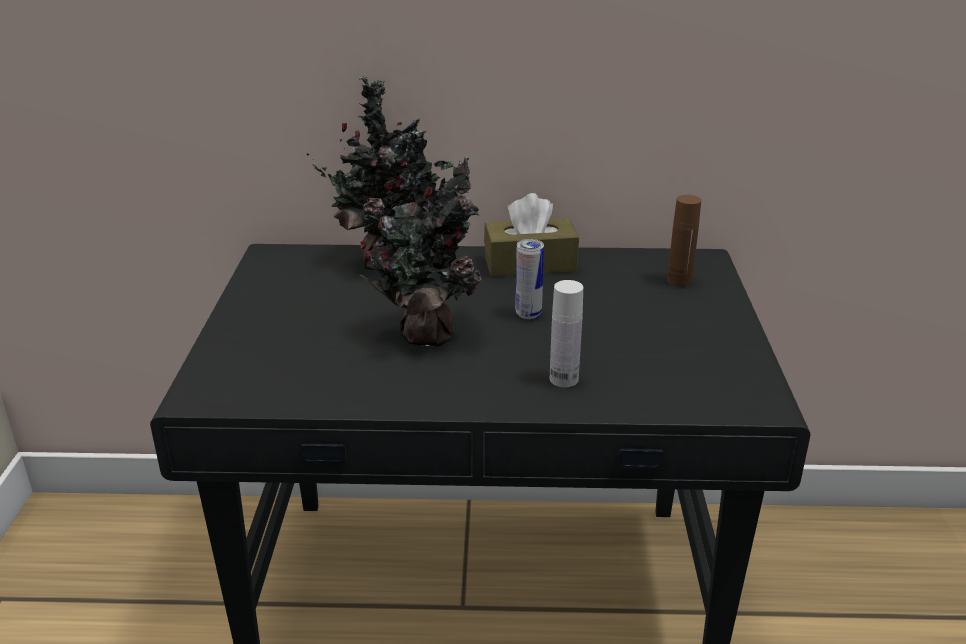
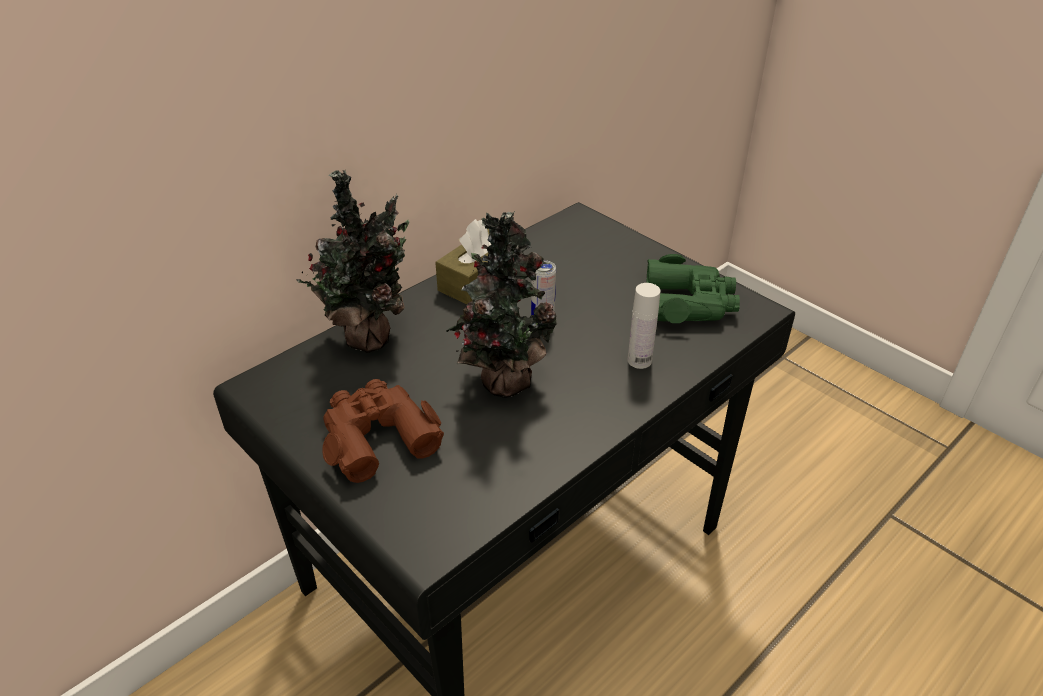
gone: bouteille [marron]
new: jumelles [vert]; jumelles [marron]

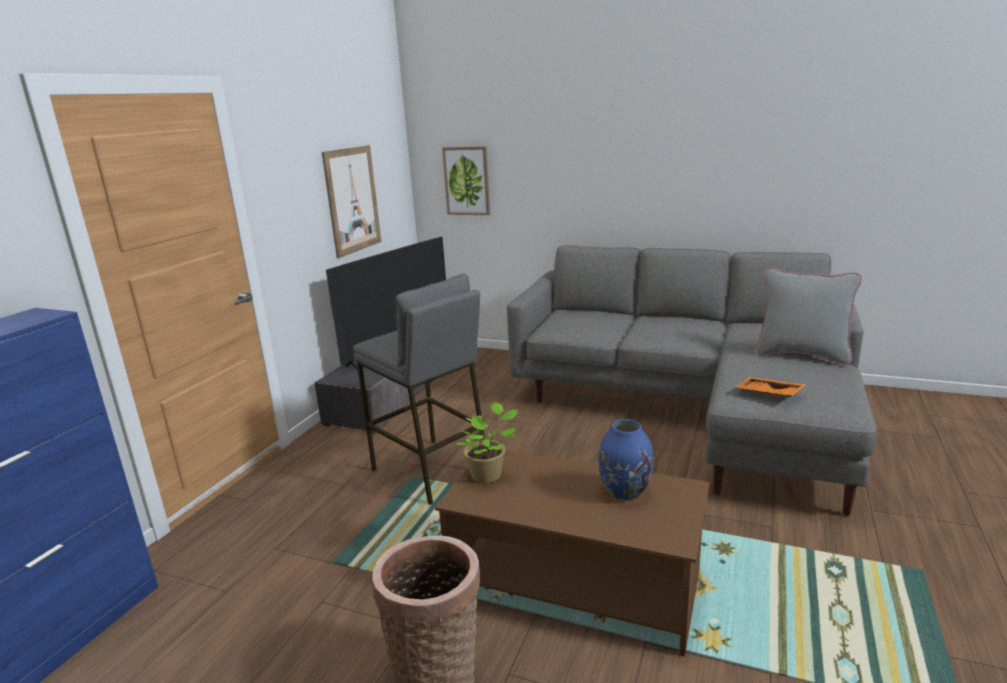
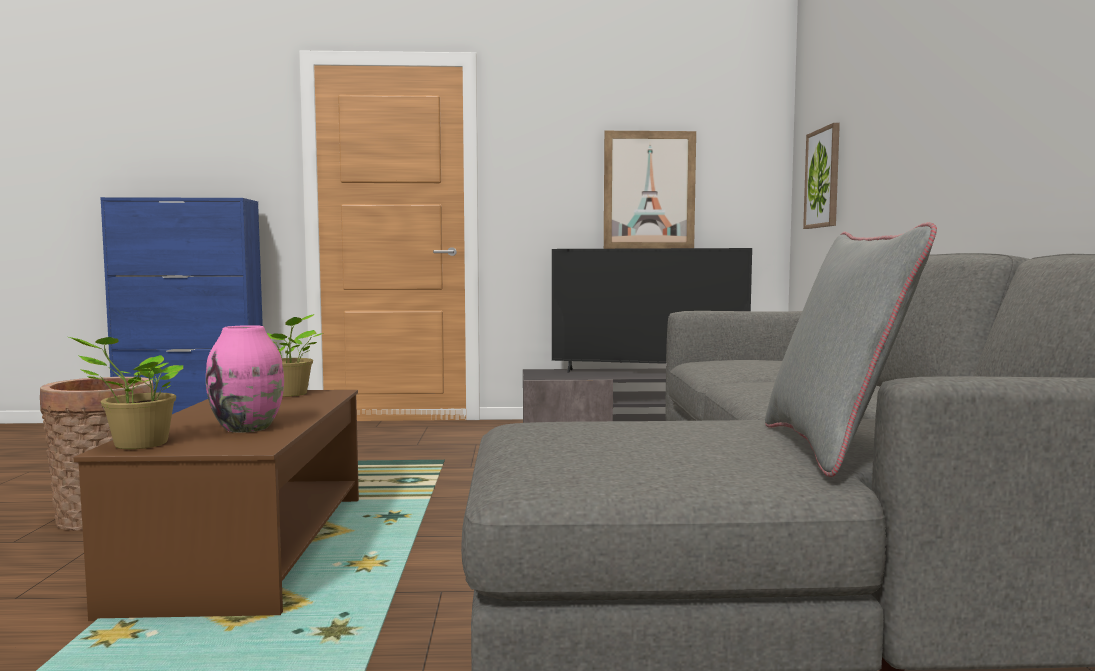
gone: tabouret [gris]; plateau [orange]
new: plante en pot (no. 1 from left)
repainted: vase [bleu] to vase [rose]

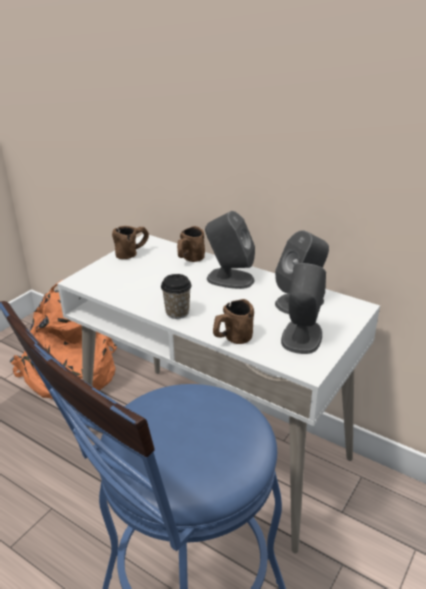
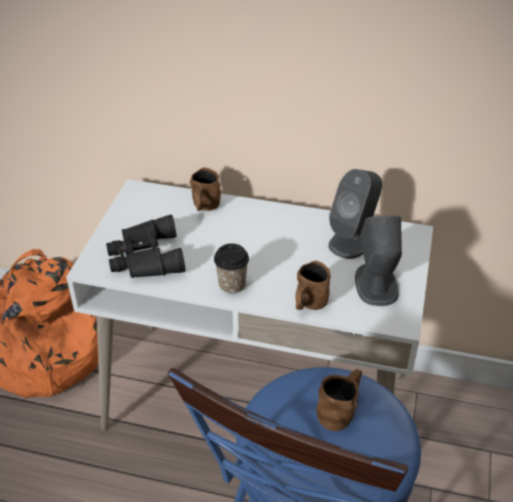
gone: enceinte [gris] (no. 1 from left)
new: jumelles [noir]
shifted: mug [marron] (no. 1 from left in the first image) to mug [marron] (no. 3 from left)

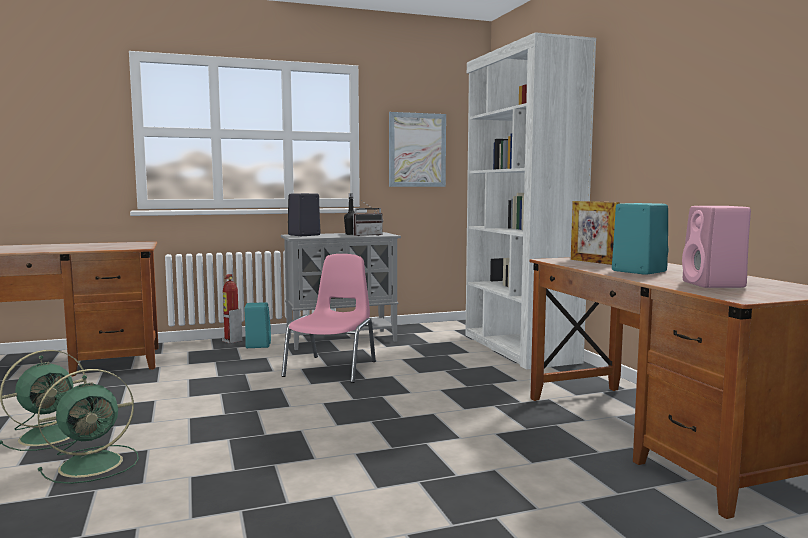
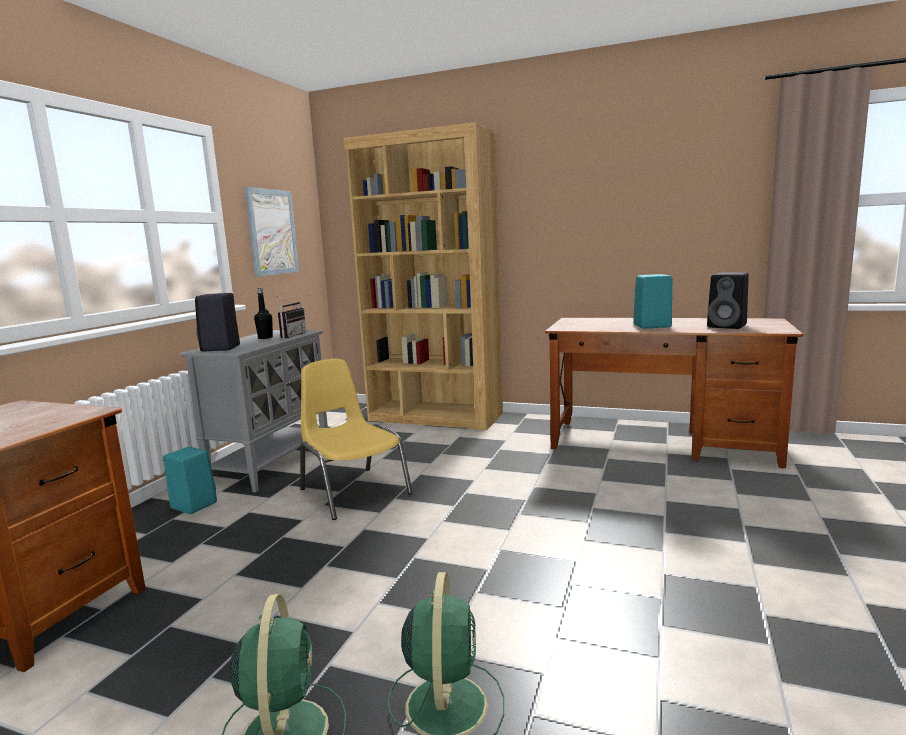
gone: cadre photo; extincteur
repainted: bibliothèque [blanc] to bibliothèque [marron]; enceinte [rose] to enceinte [noir] (no. 2 from left); chaise [rose] to chaise [jaune]

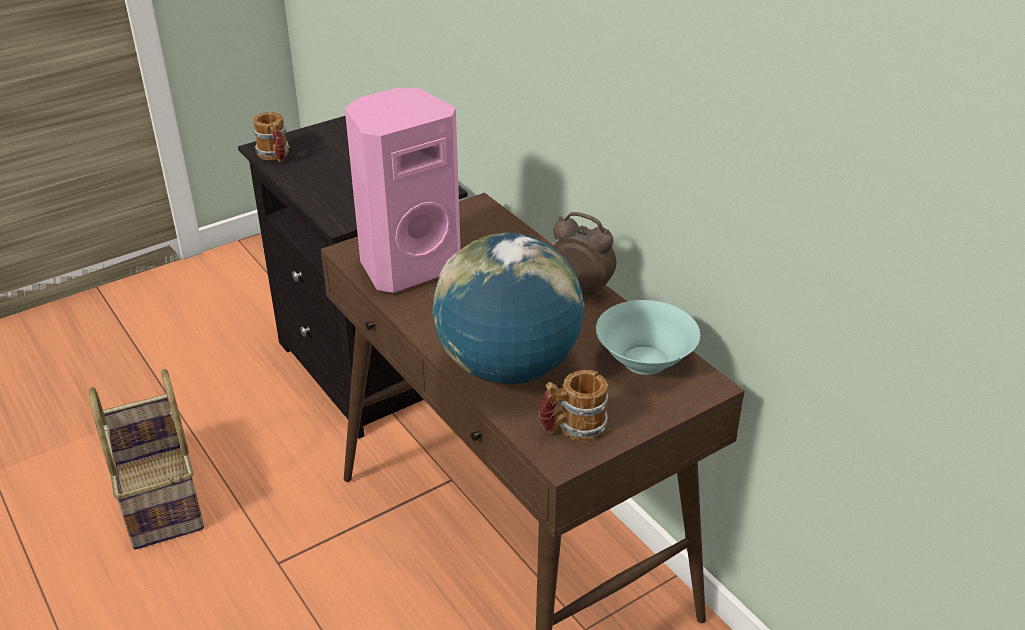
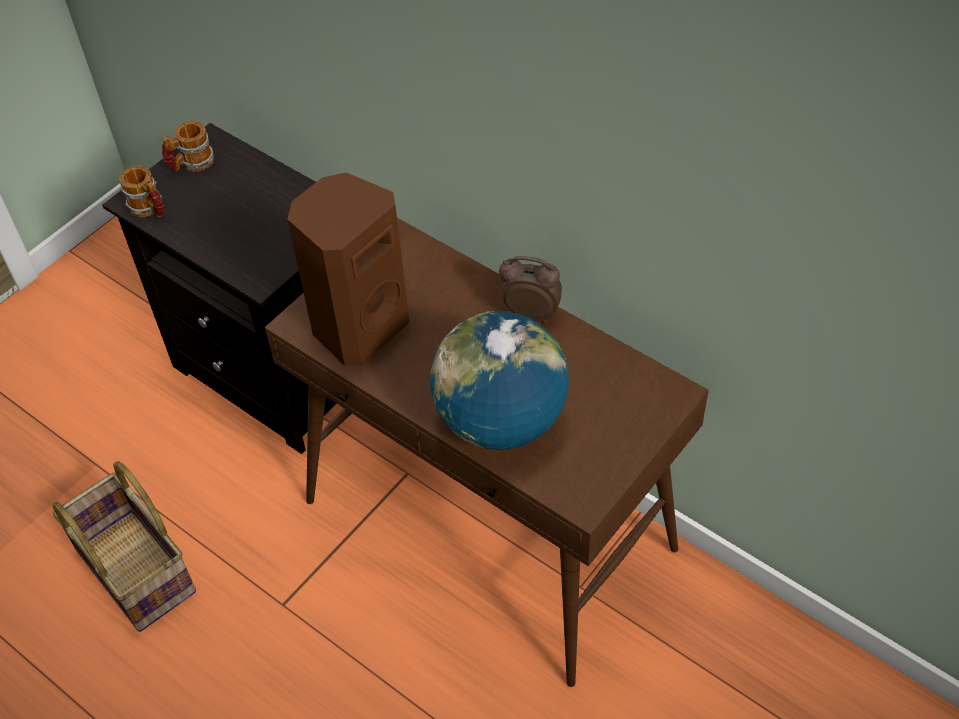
gone: bol [turquoise]
shifted: mug (no. 2 from left)
repainted: enceinte [rose] to enceinte [marron]

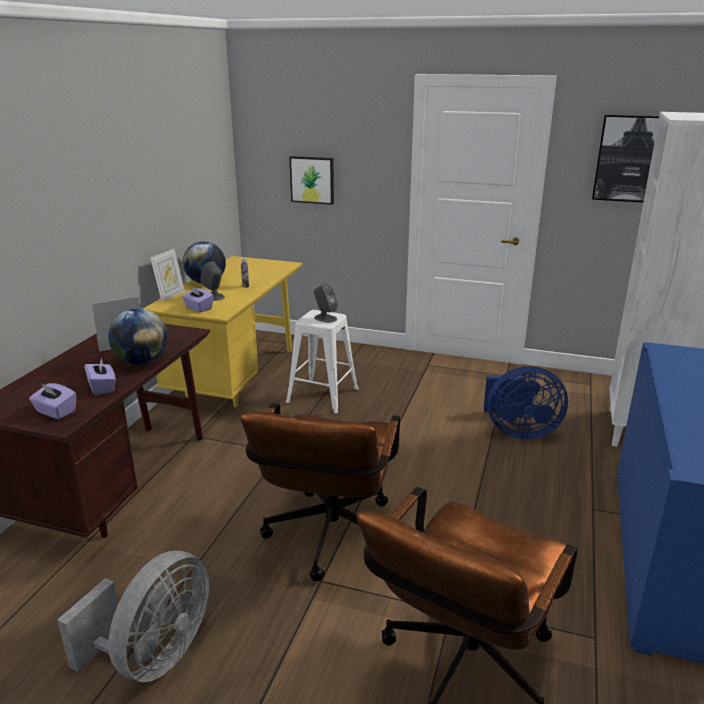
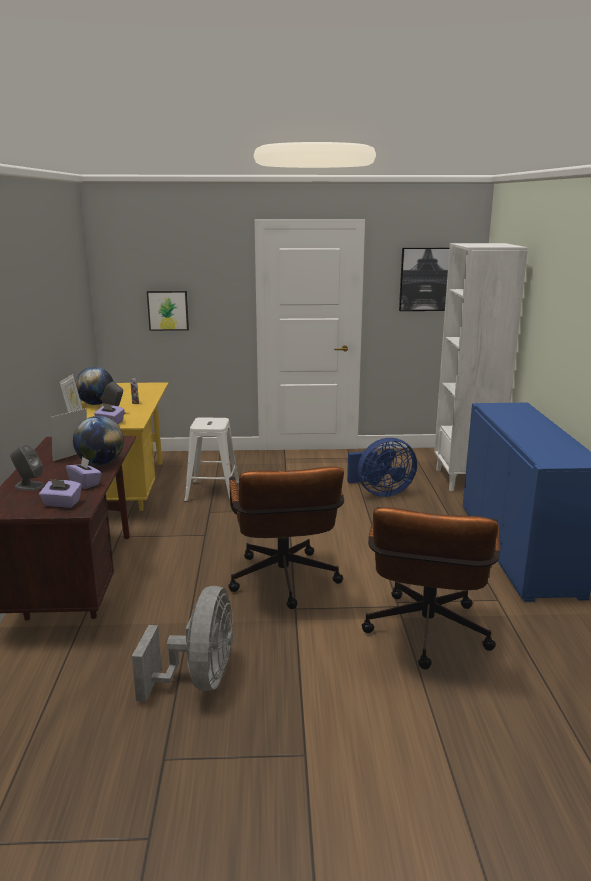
shifted: enceinte [gris] (no. 2 from left in the first image) to enceinte [gris] (no. 1 from left)

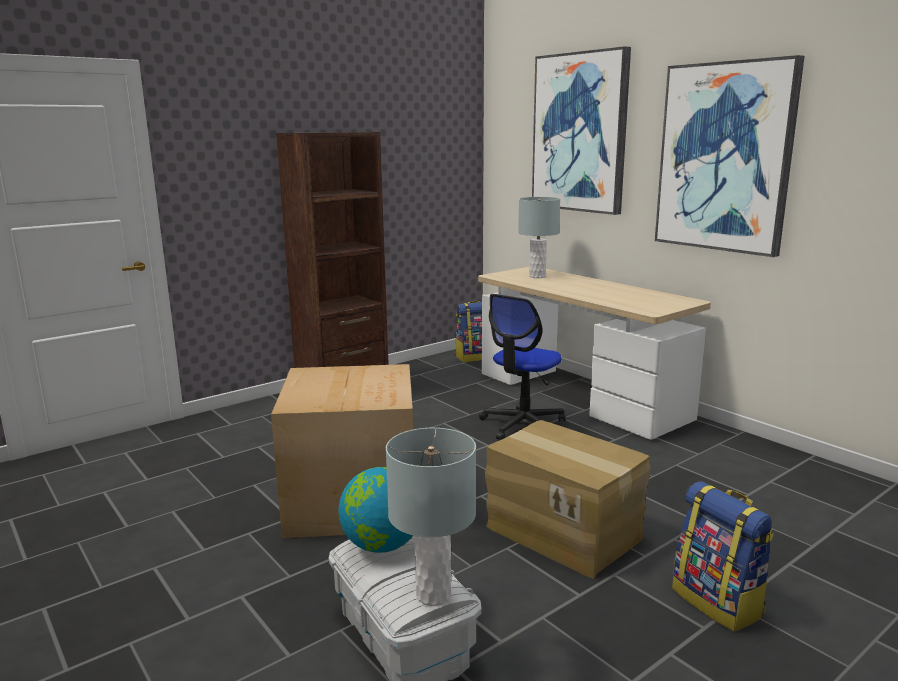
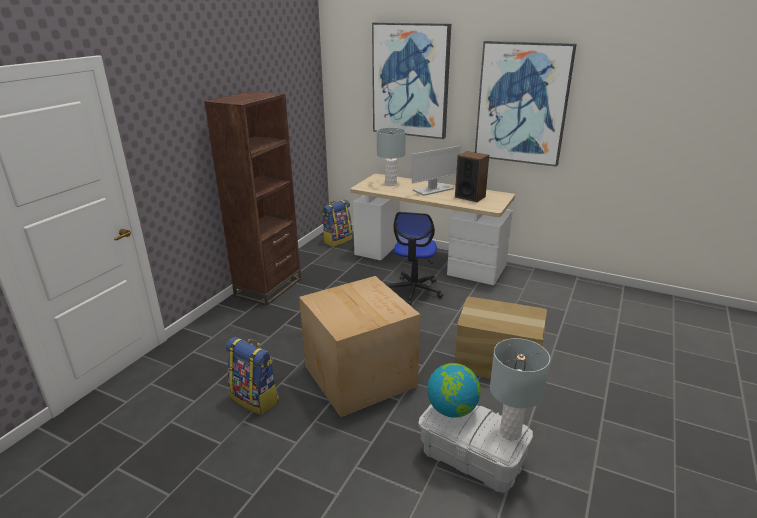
new: écran d'ordinateur; enceinte
shifted: sac à dos (no. 2 from left in the first image) to sac à dos (no. 1 from left)

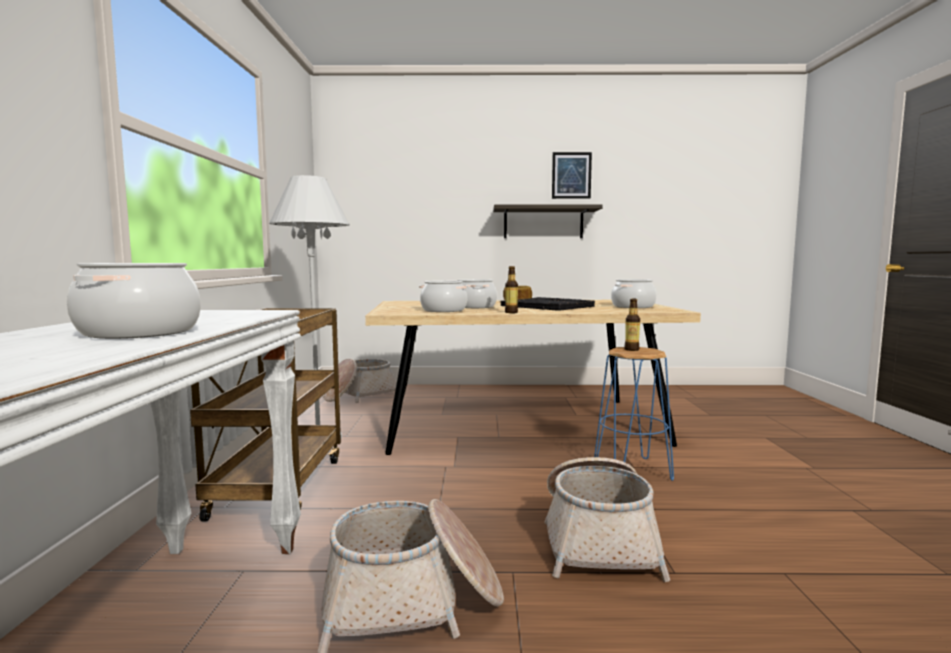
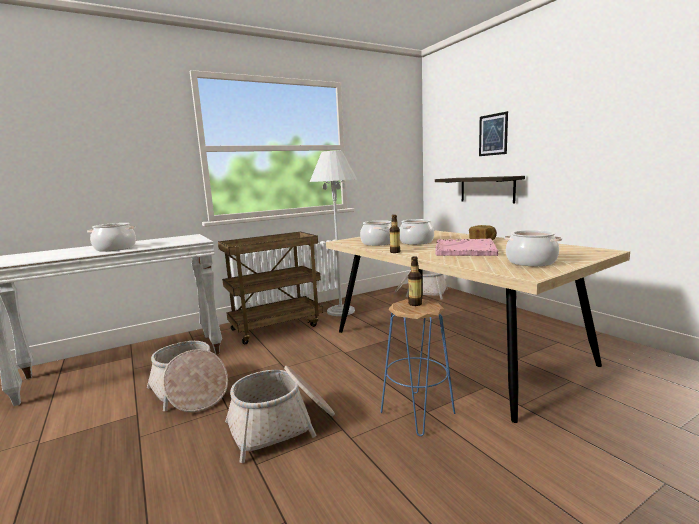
shifted: tableau; étagère
repainted: plateau [noir] to plateau [rose]

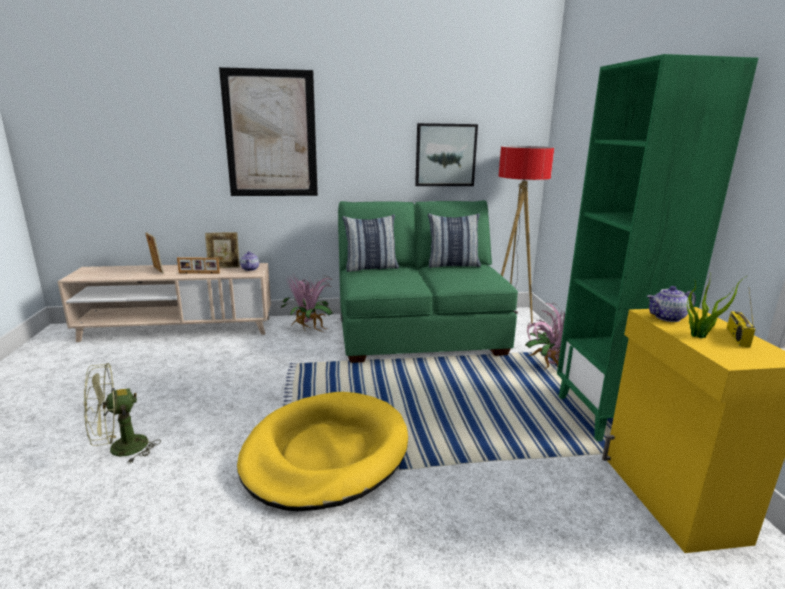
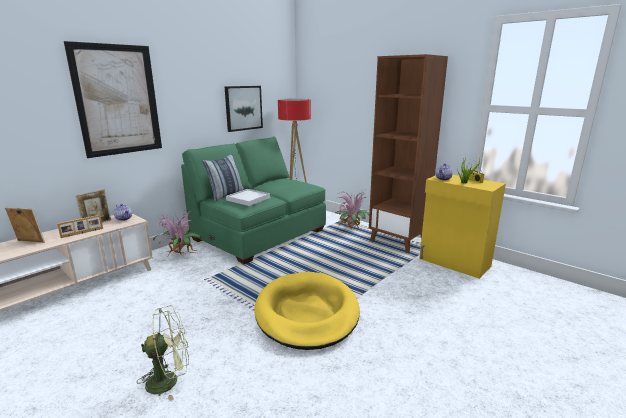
gone: coussin (no. 2 from left)
new: plateau [blanc]
repainted: bibliothèque [vert] to bibliothèque [marron]
rotated: ventilateur [vert] 120 degrees counterclockwise

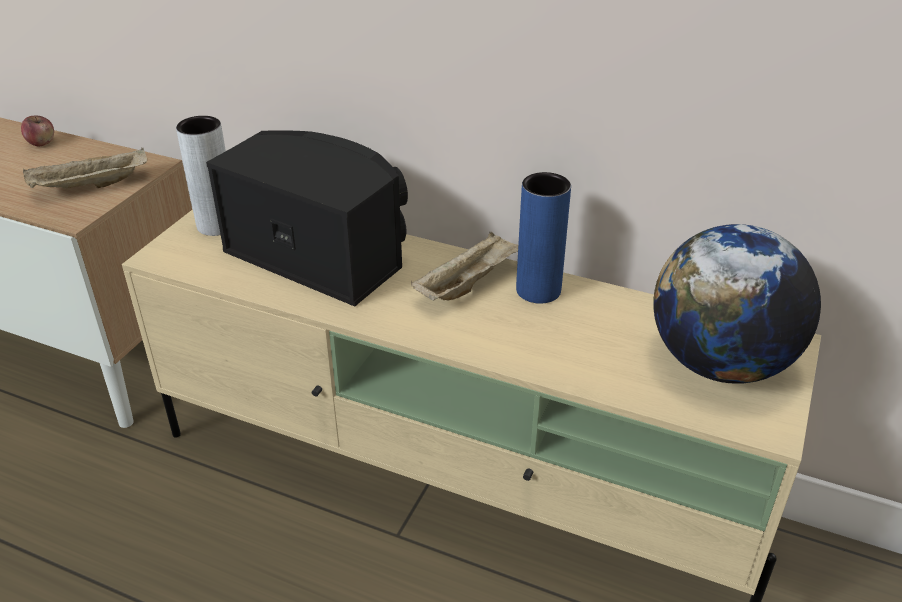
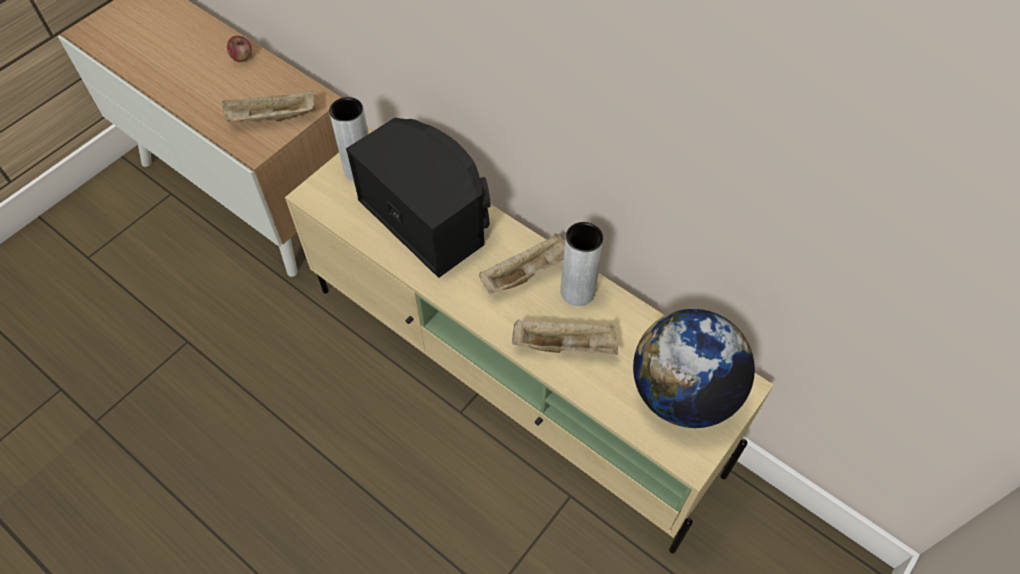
new: plateau [beige] (no. 3 from left)
repainted: vase [bleu] to vase [gris] (no. 2 from left)

